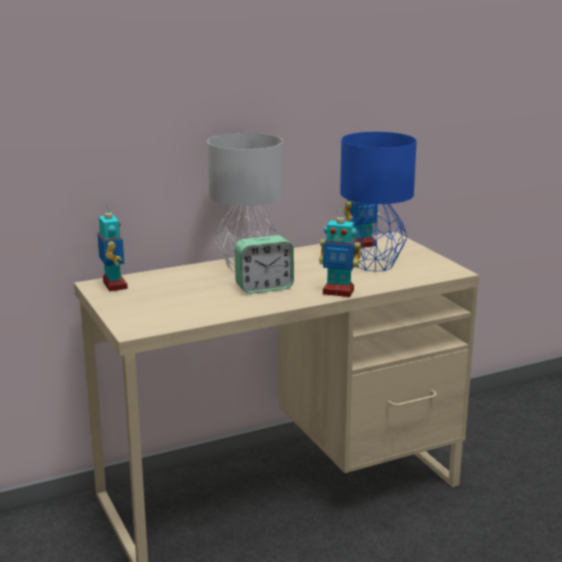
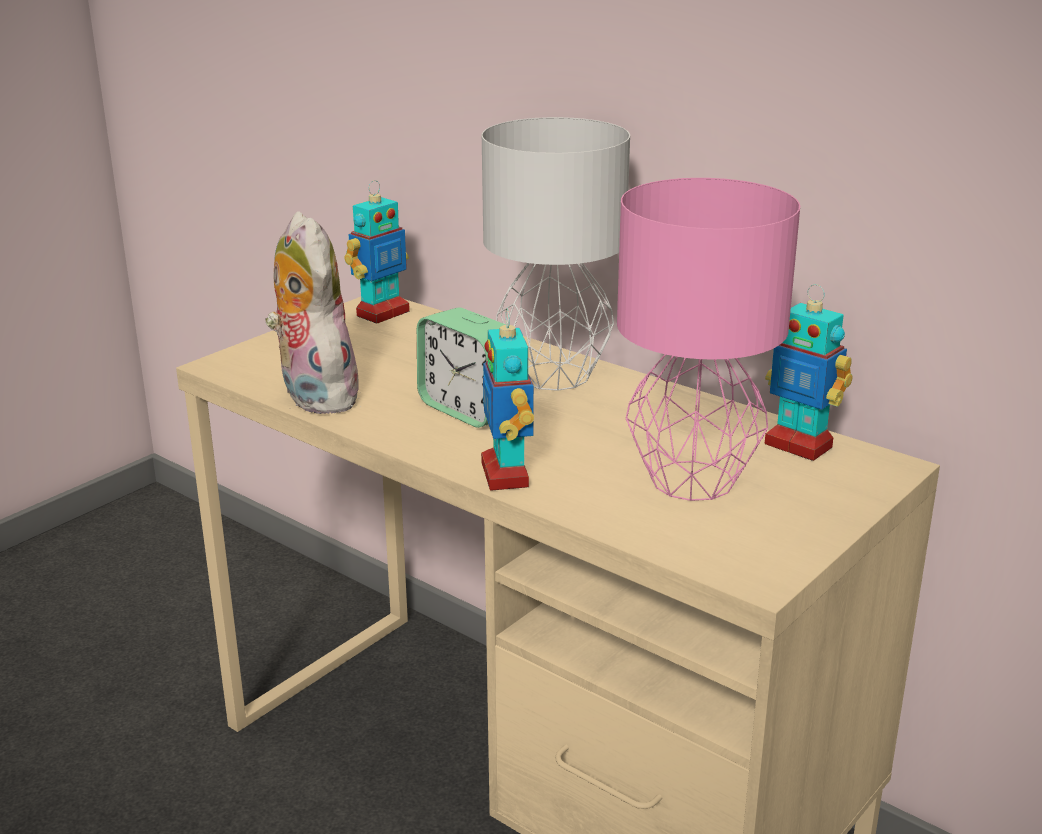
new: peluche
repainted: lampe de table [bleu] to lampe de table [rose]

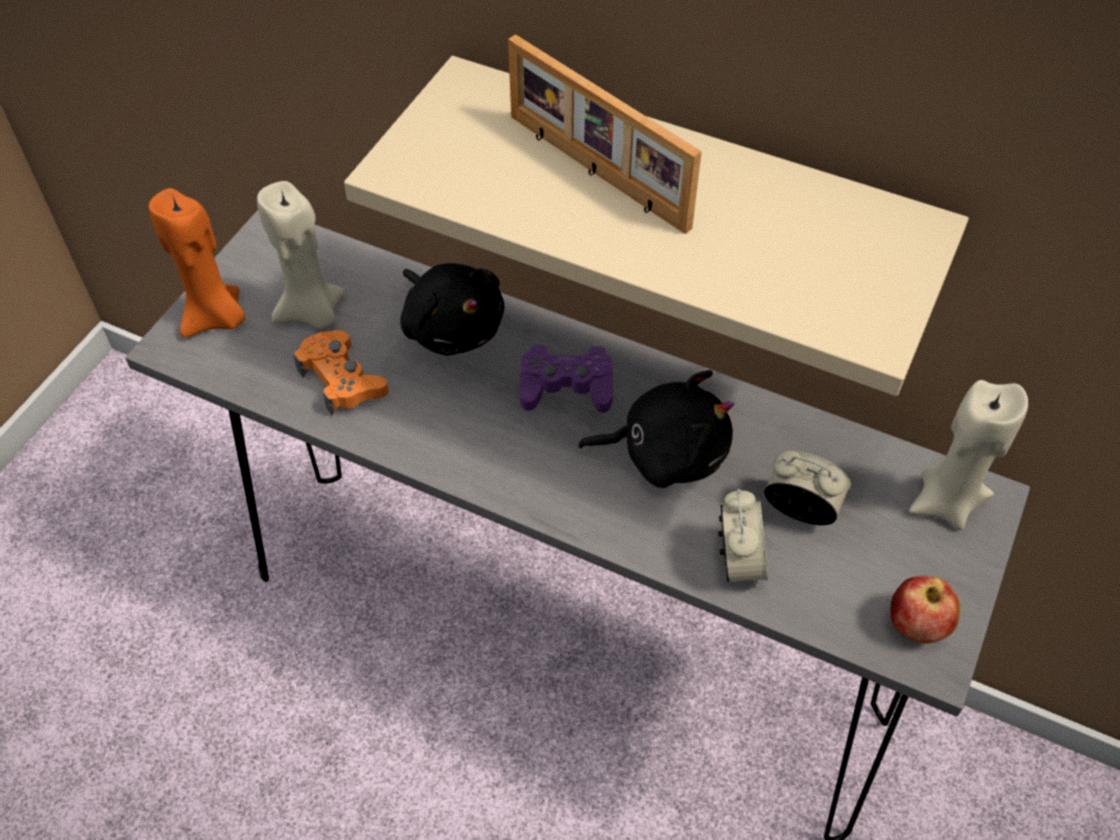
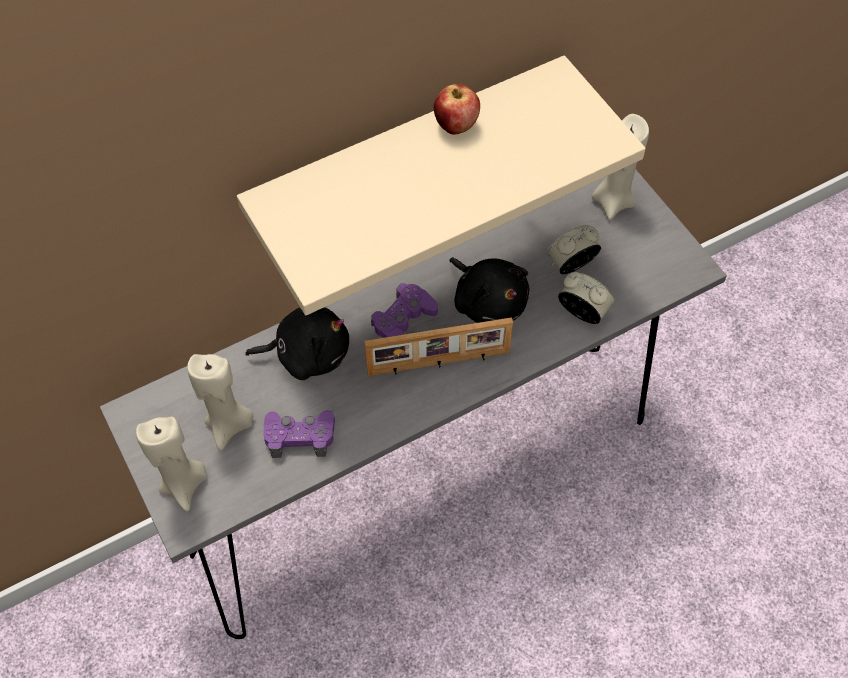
shifted: cadre photo; pomme
repainted: bougie [orange] to bougie [beige] (no. 1 from left); manette [orange] to manette [violet] (no. 1 from left)
rotated: peluche [noir] (no. 2 from left) 105 degrees clockwise

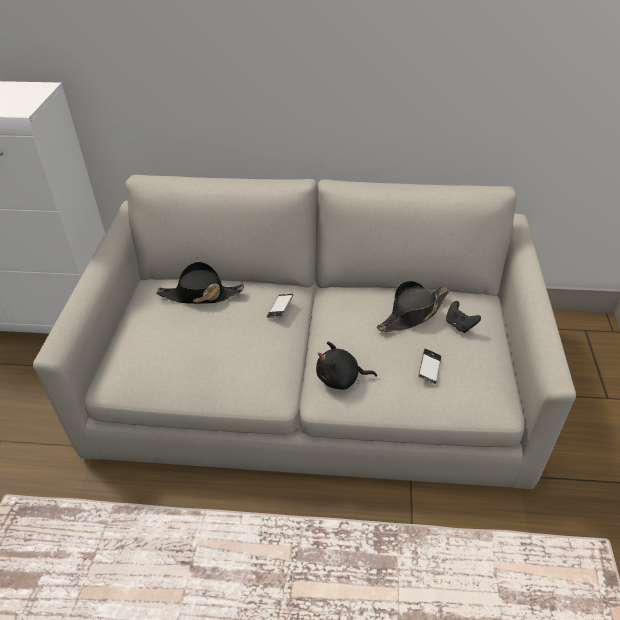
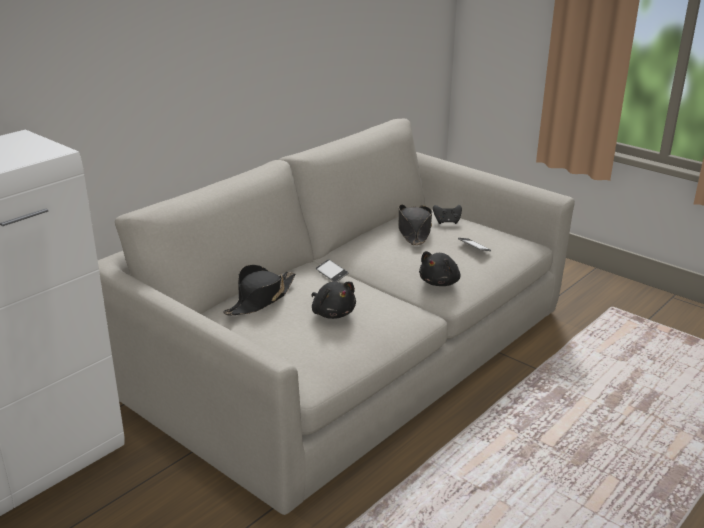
new: peluche [noir] (no. 1 from left)

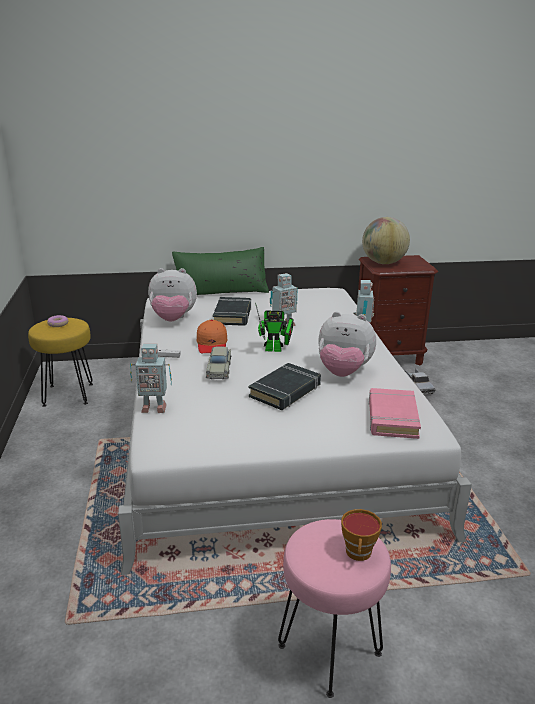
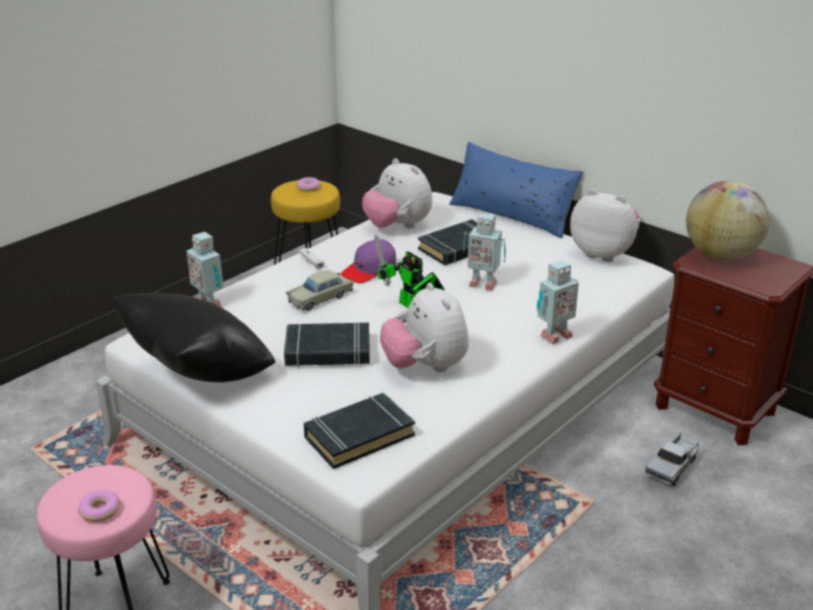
new: peluche (no. 3 from left); coussin [noir]
swapped: tasse to beignet (no. 1 from left)
repainted: coussin [vert] to coussin [bleu]; casquette [orange] to casquette [violet]; livre [rose] to livre [noir] (no. 2 from left)

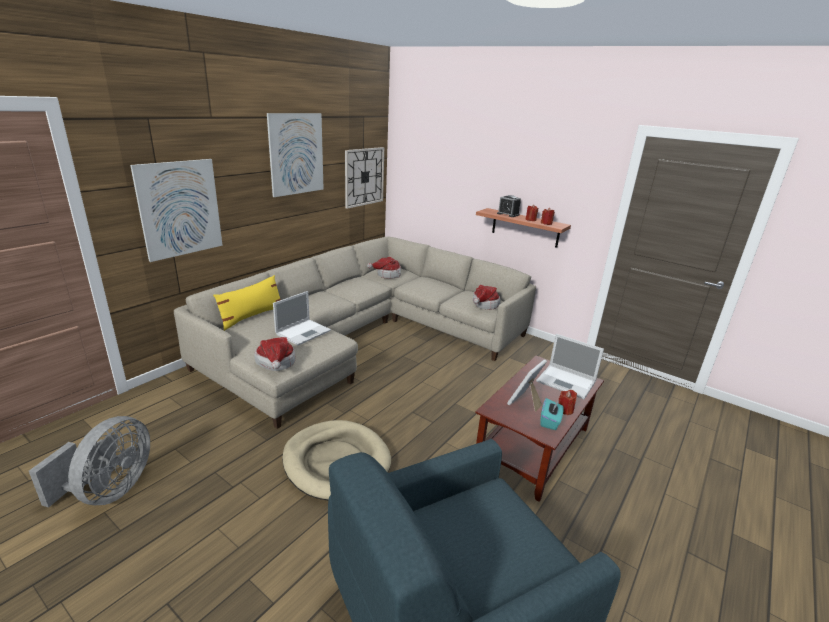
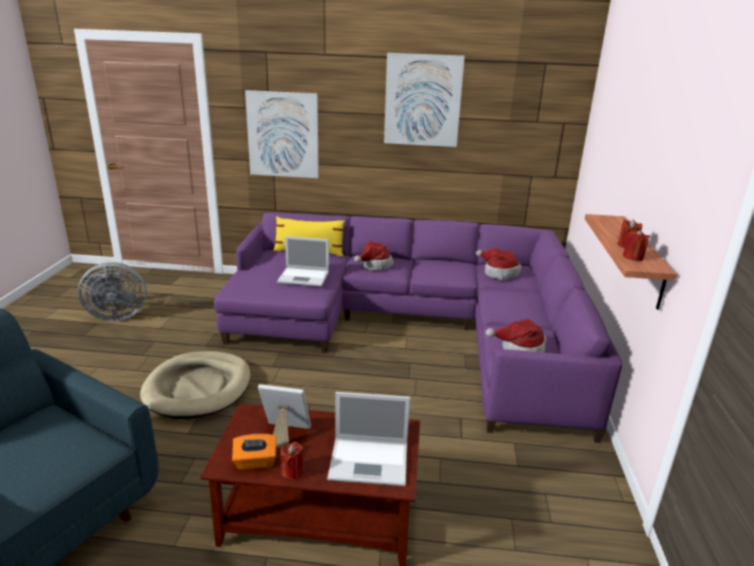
gone: horloge murale; réveil
shifted: chapeau (no. 1 from left)
repainted: canapé [beige] to canapé [violet]; boîte à mouchoirs [turquoise] to boîte à mouchoirs [orange]
rotated: ordinateur portable (no. 2 from left) 90 degrees counterclockwise

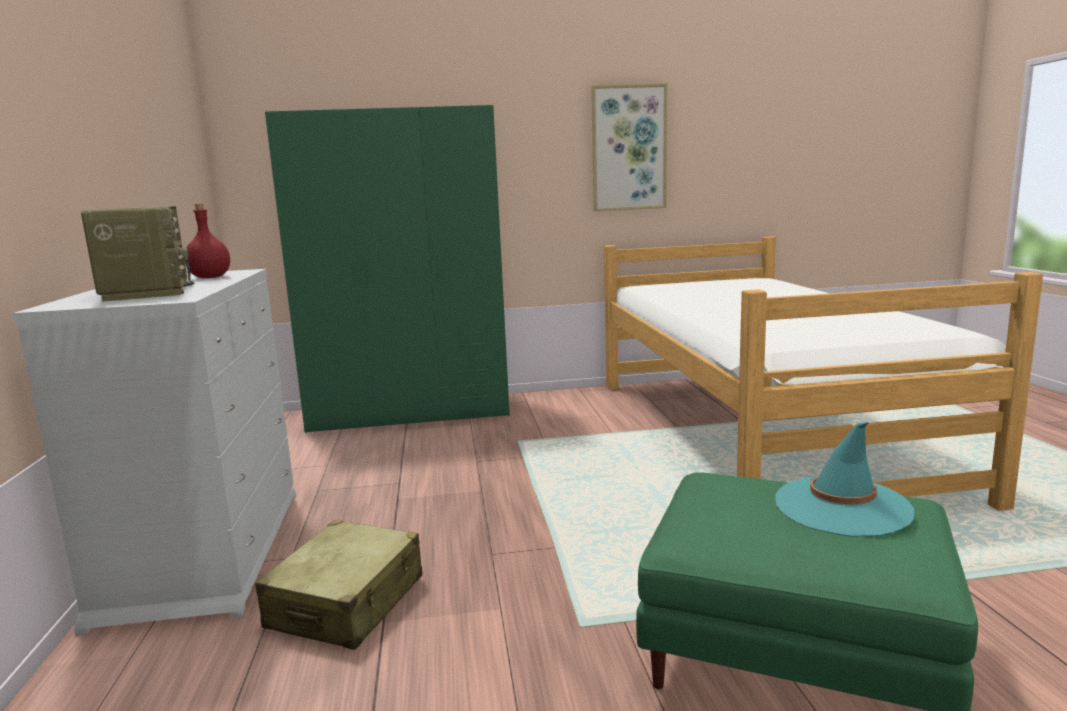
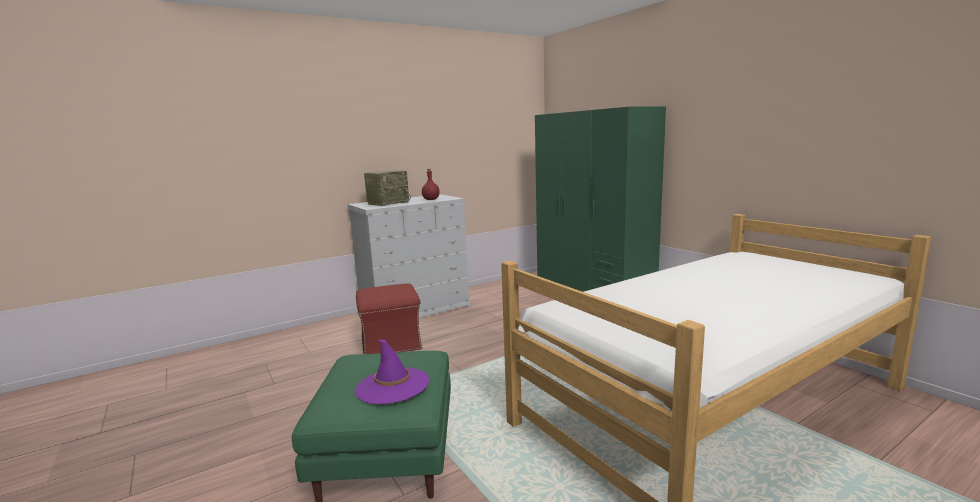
gone: tableau
swapped: valise [beige] to pouf [rouge]
repainted: chapeau [turquoise] to chapeau [violet]

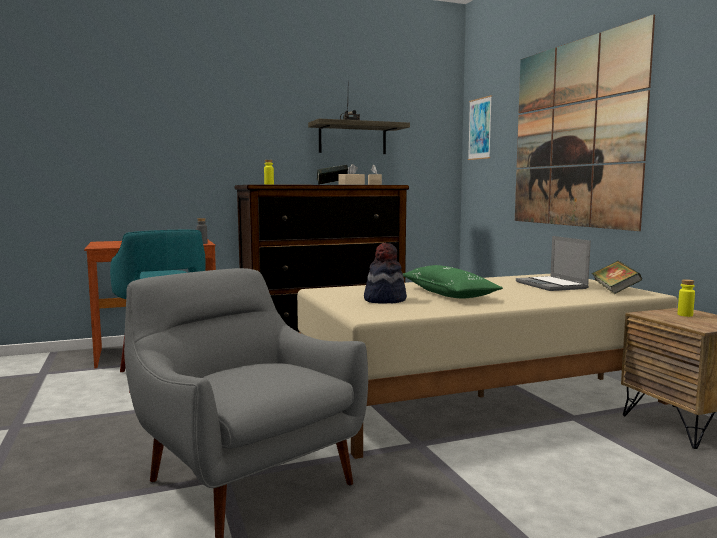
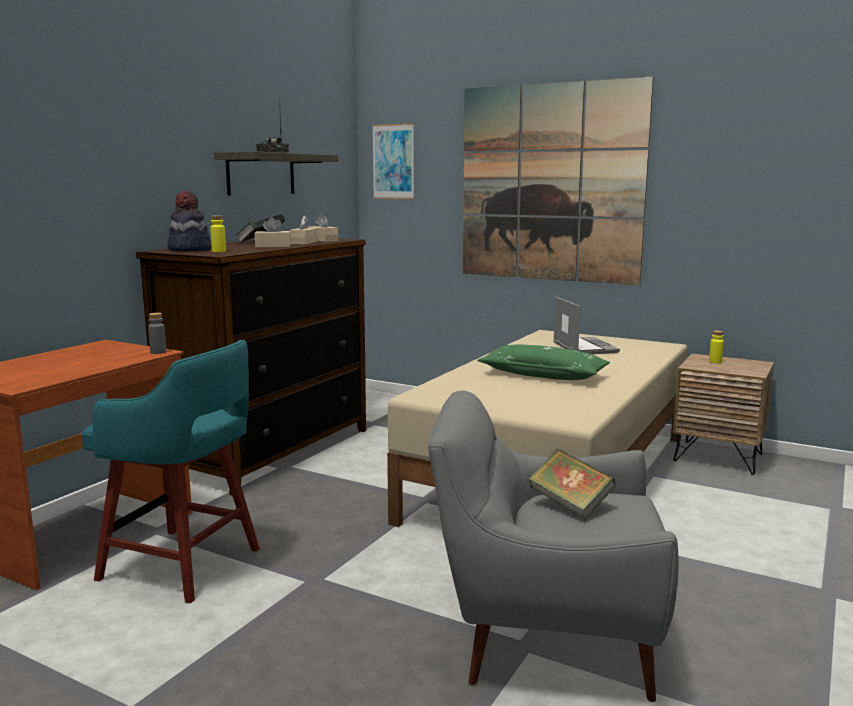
new: boîte à mouchoirs [beige] (no. 1 from left)
shifted: chapeau; livre (no. 2 from left)
rotated: ordinateur portable 135 degrees counterclockwise

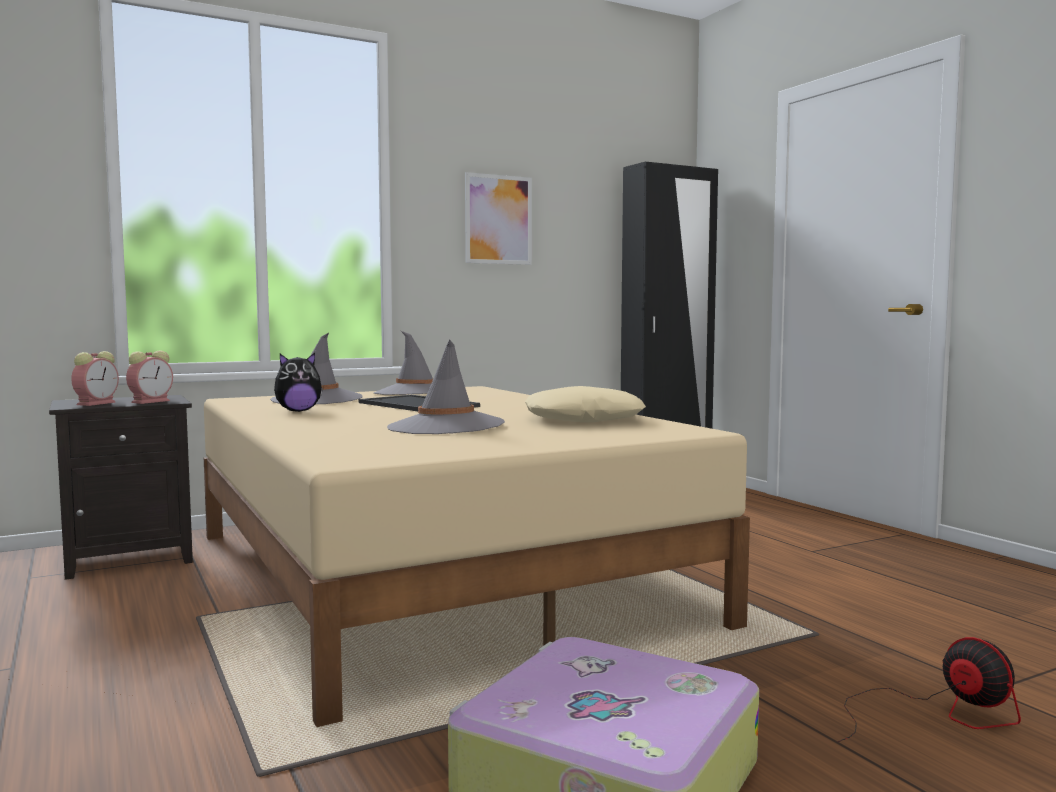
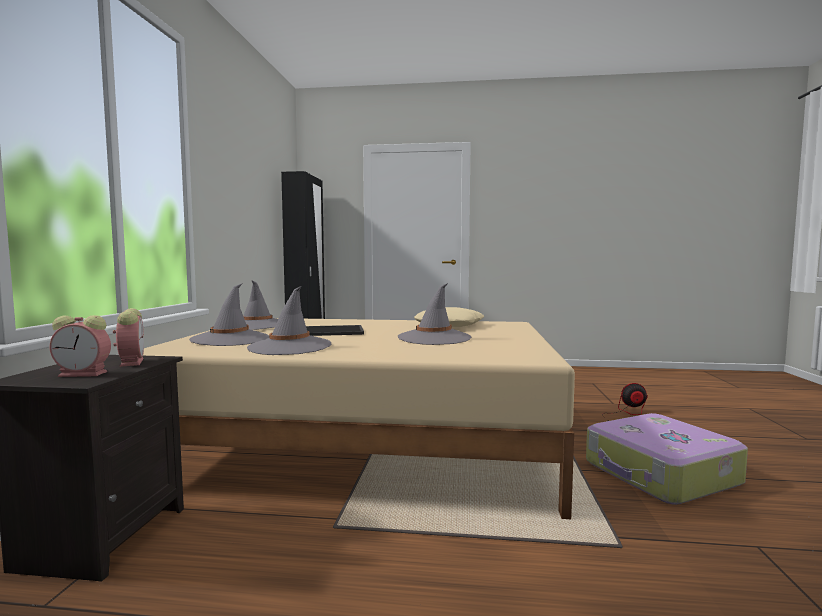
gone: tableau
swapped: peluche to chapeau [gris] (no. 3 from left)
rotated: réveil (no. 1 from left) 120 degrees clockwise

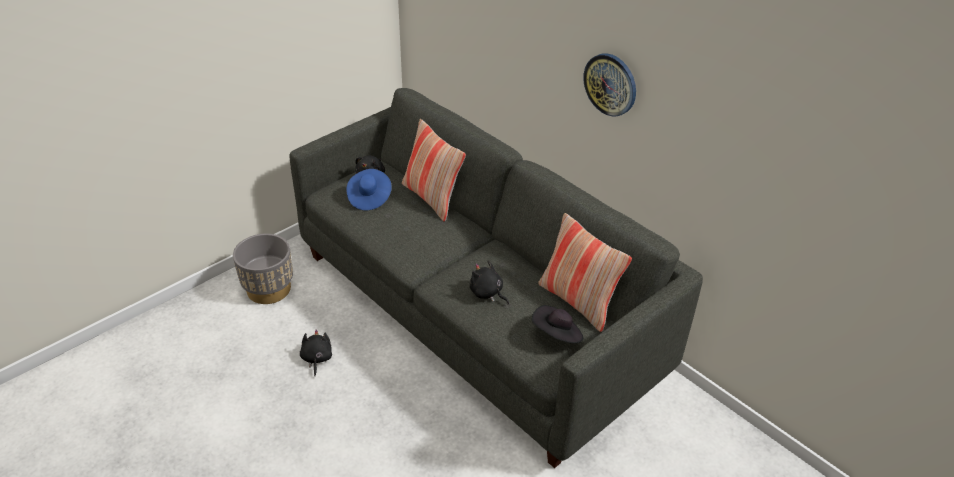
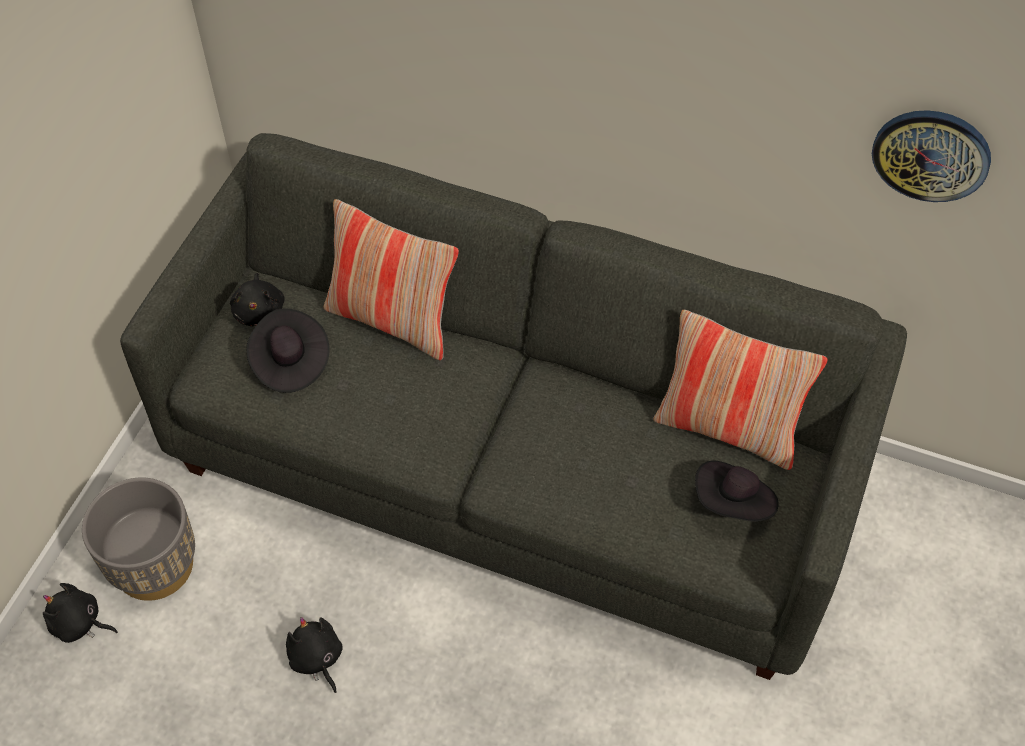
shifted: horloge murale; peluche [noir] (no. 3 from left in the first image) to peluche [noir] (no. 1 from left)
repainted: chapeau [bleu] to chapeau [noir] (no. 1 from left)

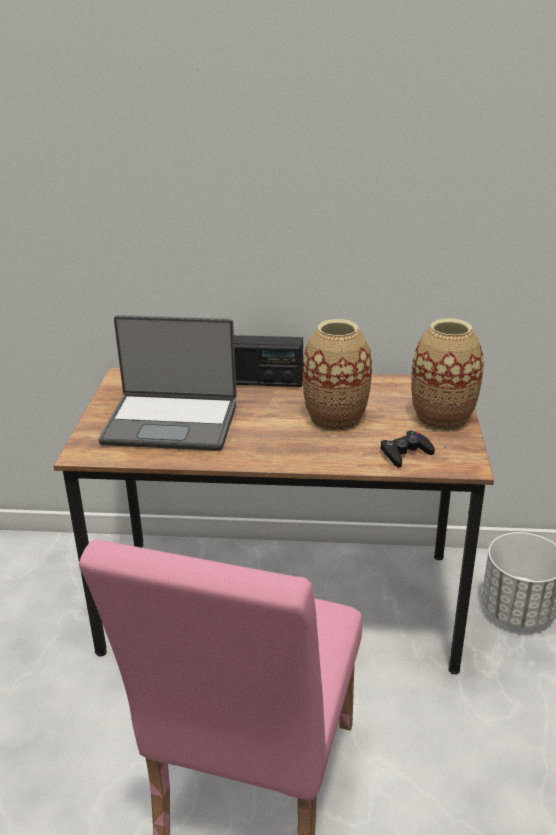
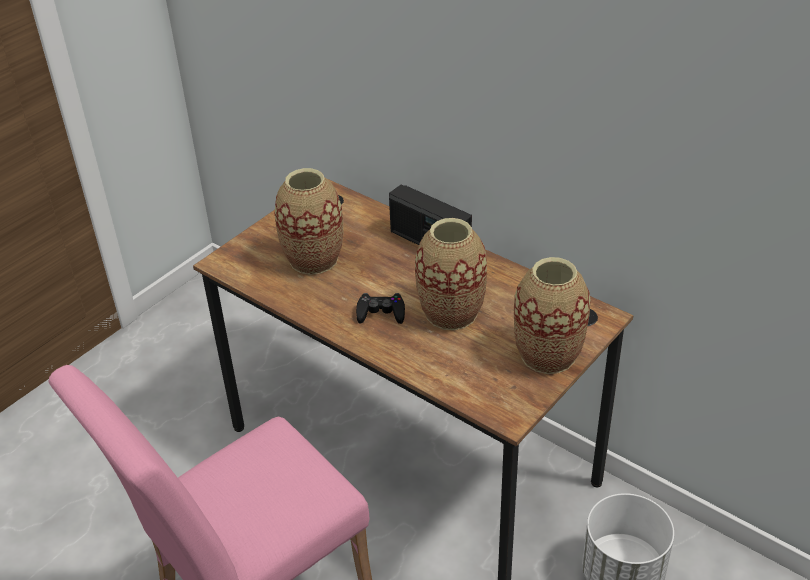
shifted: manette [noir]
swapped: ordinateur portable to vase (no. 1 from left)

